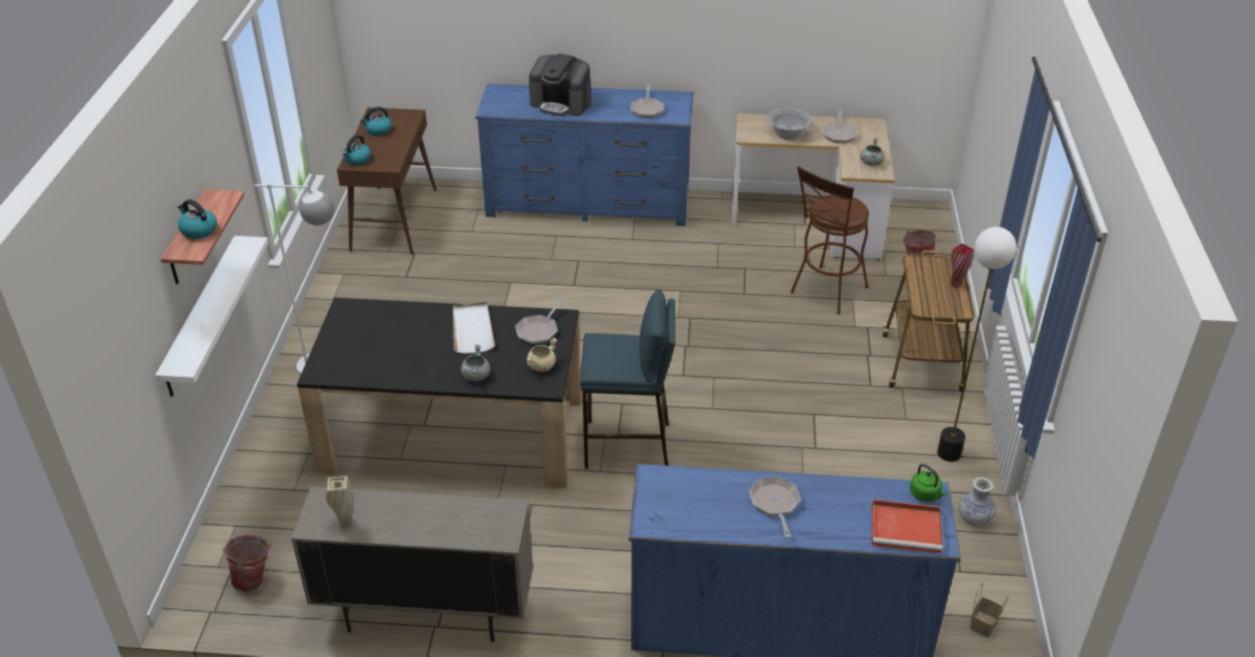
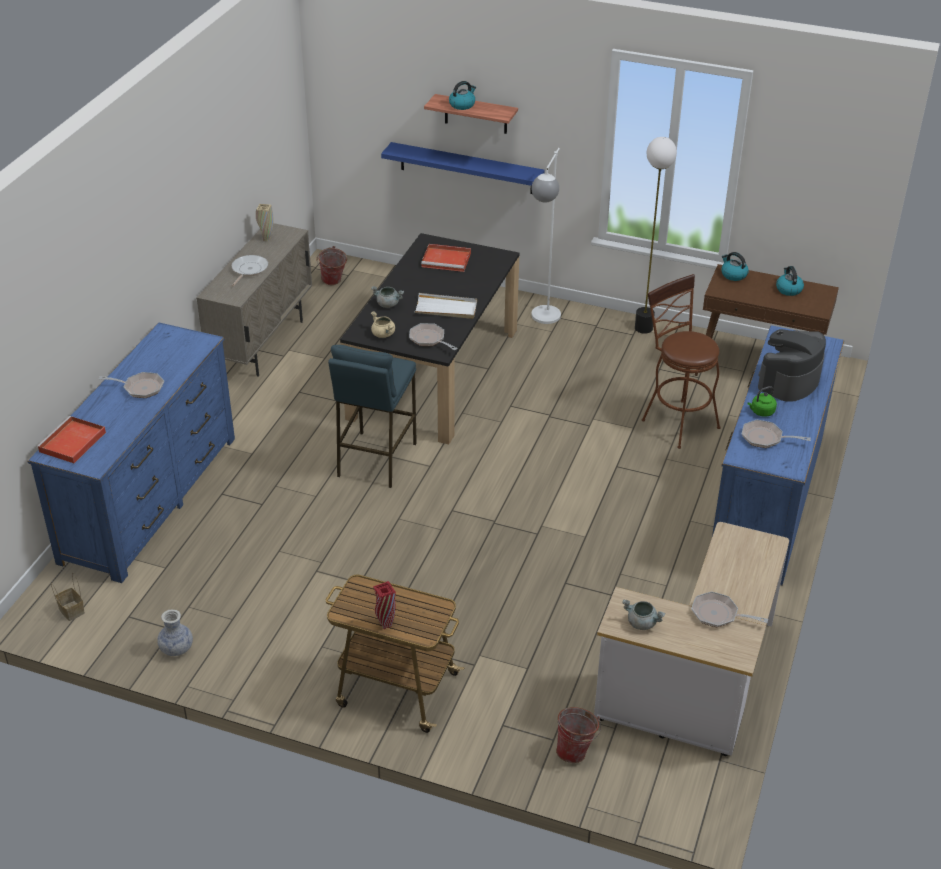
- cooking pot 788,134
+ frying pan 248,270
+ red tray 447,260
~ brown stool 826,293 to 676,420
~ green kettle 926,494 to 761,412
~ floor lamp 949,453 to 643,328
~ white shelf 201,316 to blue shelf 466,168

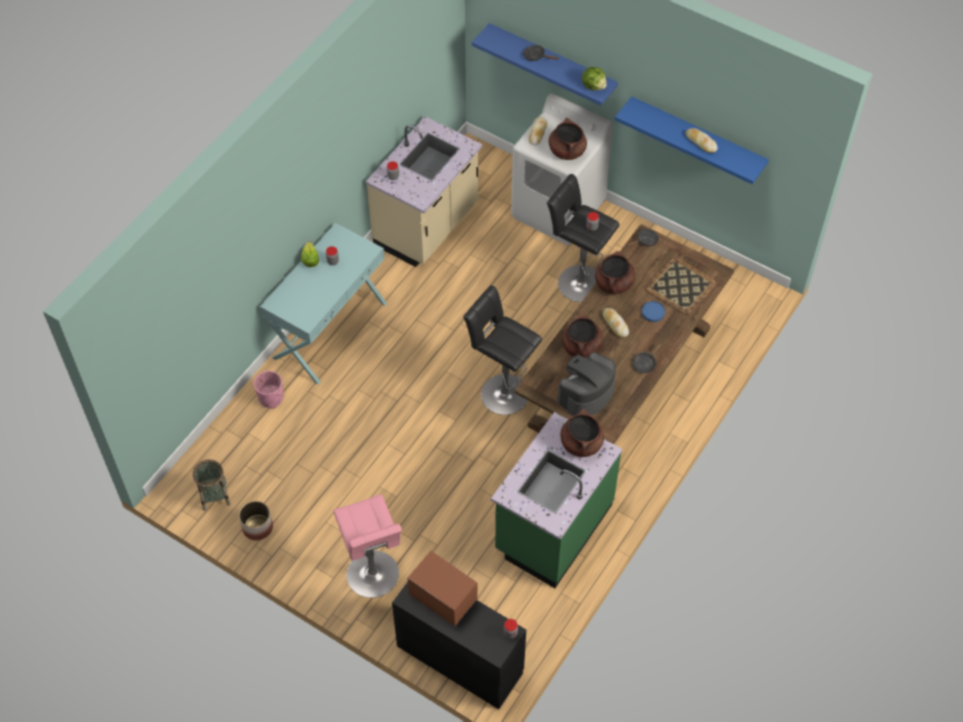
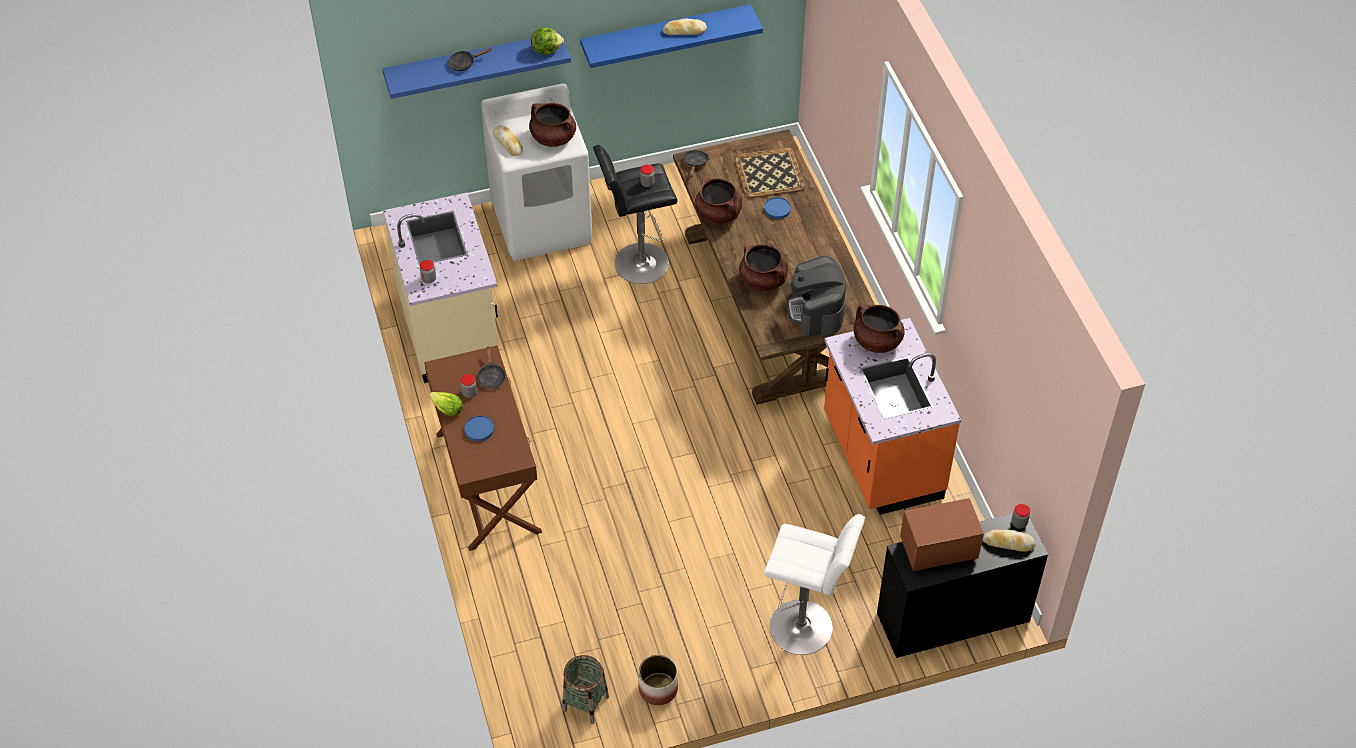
- pink planter 271,398
- black stool 501,392
+ blue plate 479,430
~ bread 615,324 to 1008,543
~ black frying pan 645,363 to 491,377
~ turquoise console table 329,330 to brown console table 487,482
~ pink stool 374,577 to white stool 806,628
~ green counter 552,528 to orange counter 880,458

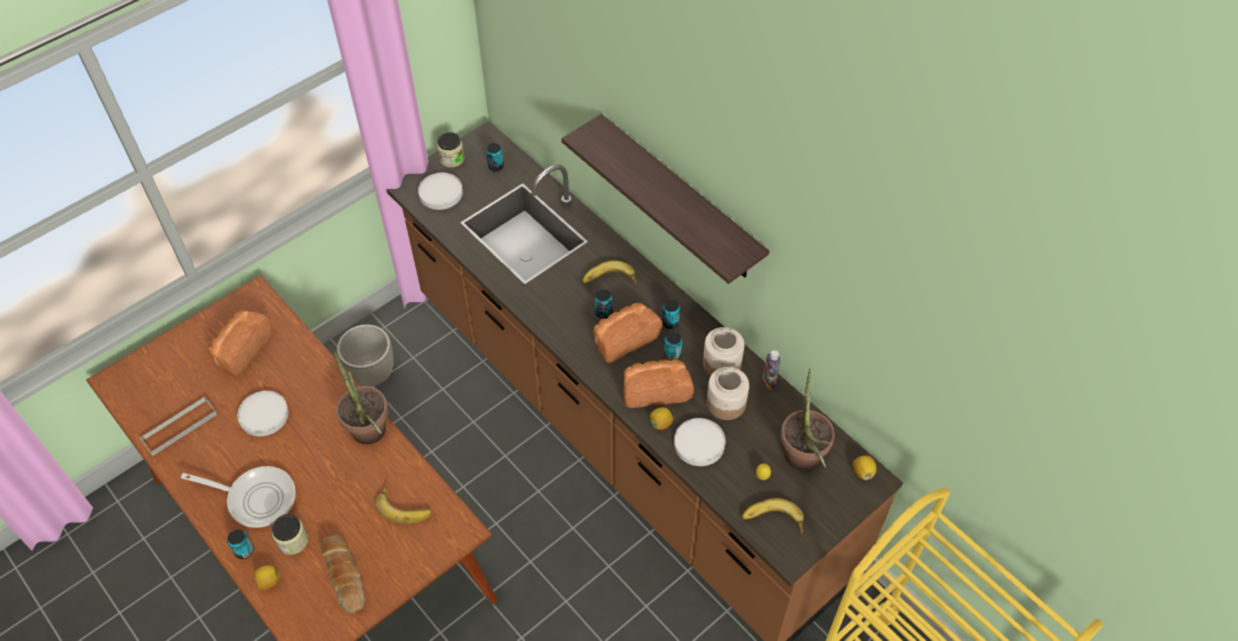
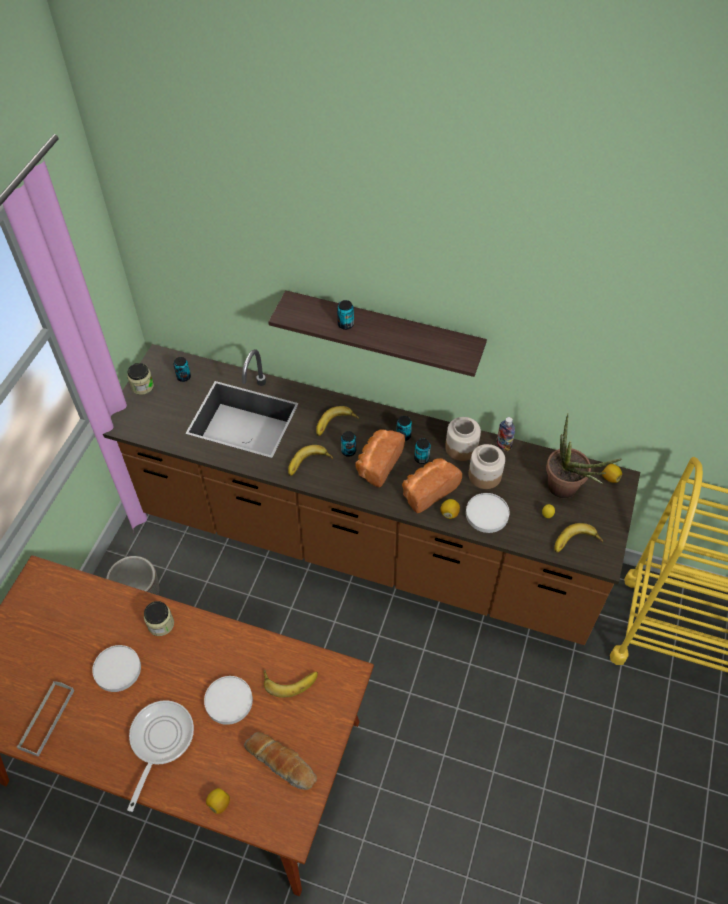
- bread 241,349
- potted plant 371,436
+ banana 309,465
~ can 244,551 to 345,324
~ jar 293,541 to 161,624
~ white plate 441,193 to 229,700
~ frying pan 257,498 = 160,741 60 degrees counterclockwise

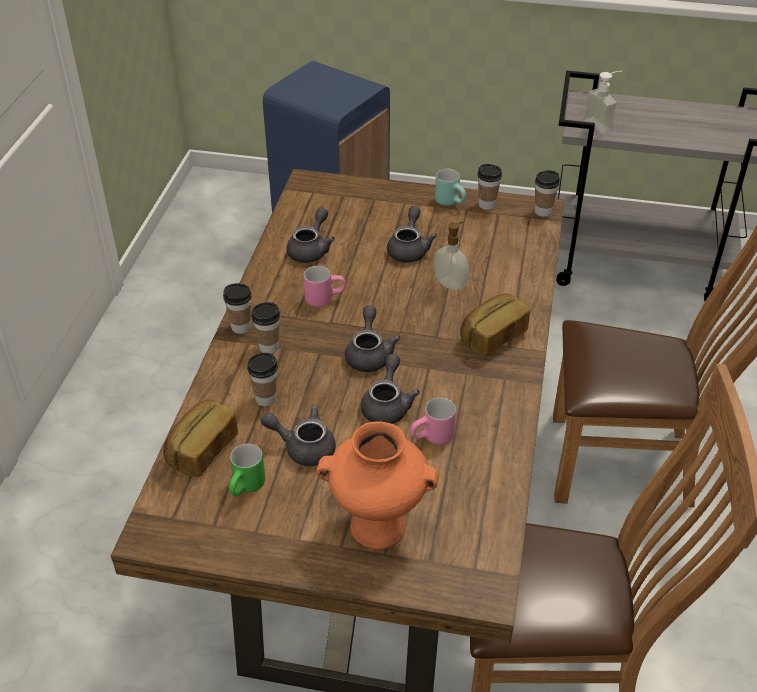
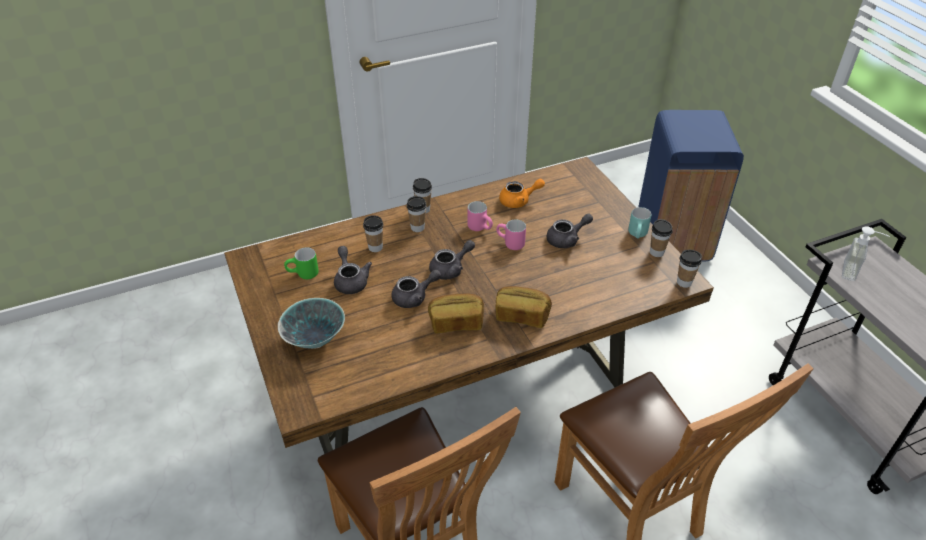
- soap dispenser 451,283
~ bread 201,450 to 456,322
~ pink mug 433,439 to 509,244
~ orange vase 379,525 to bowl 315,339
~ grey teapot 311,249 to orange teapot 519,201

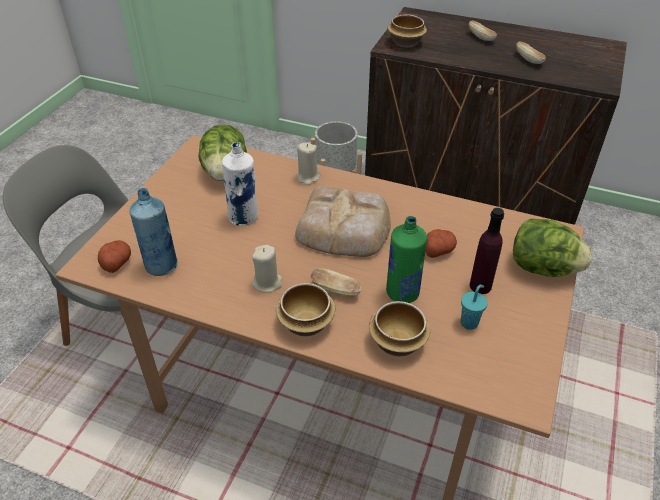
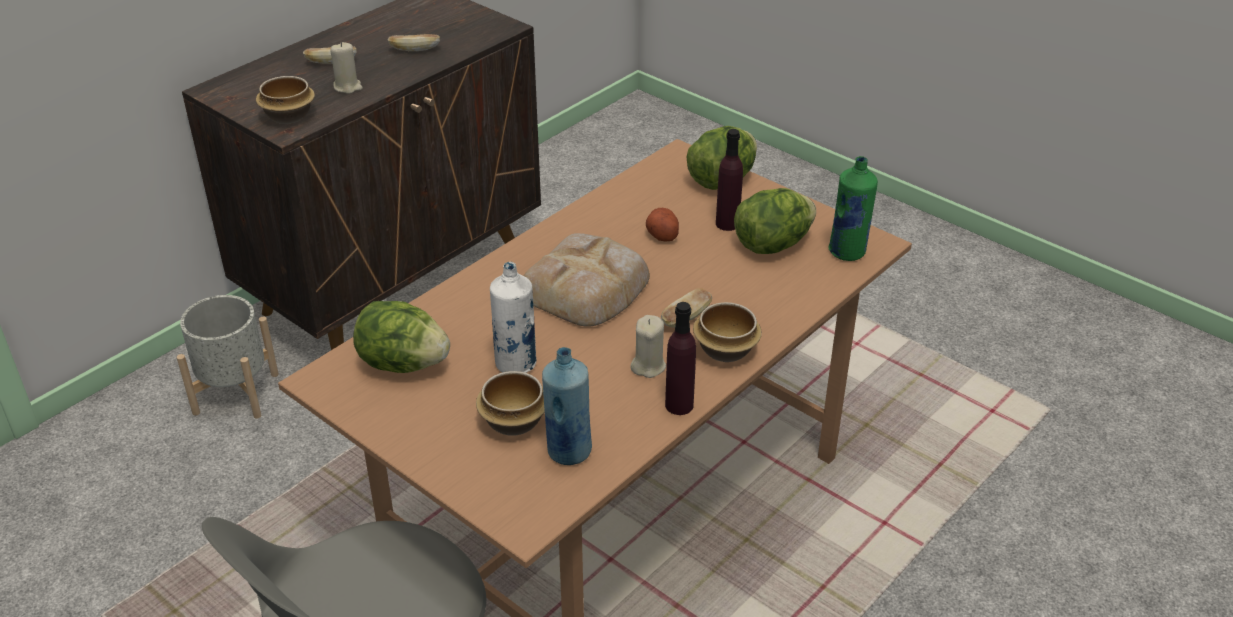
- potato 116,263
+ purple bottle 679,405
~ beige candle 308,177 to 348,87
~ bowl 396,342 to 512,422
~ green bottle 402,293 to 847,252
~ turquoise cup 469,322 to lettuce 772,245

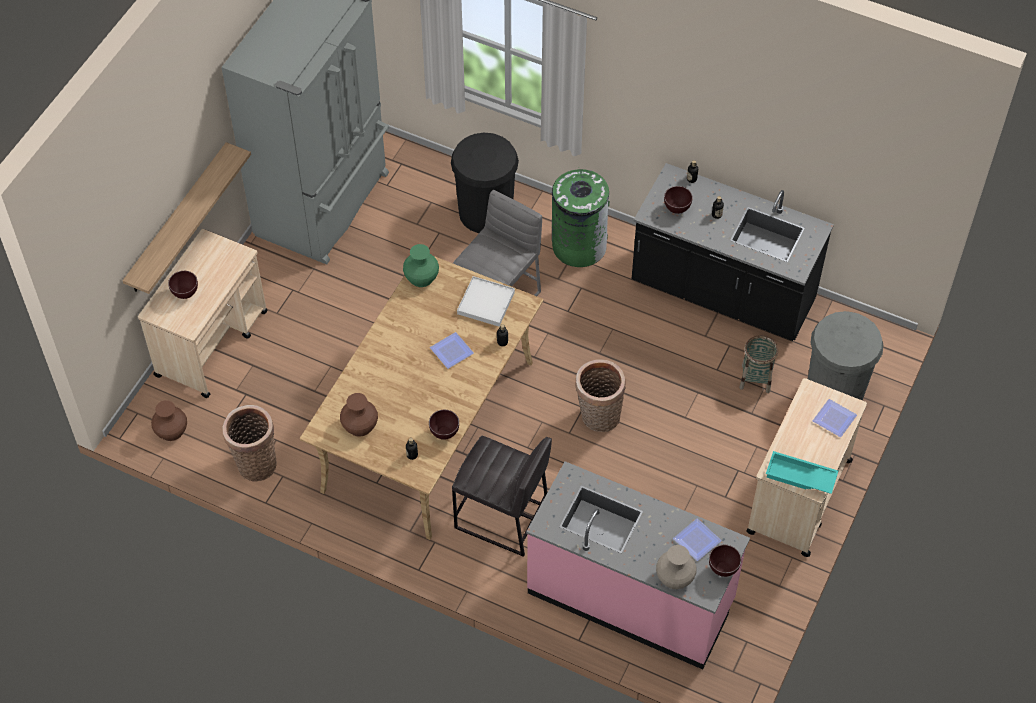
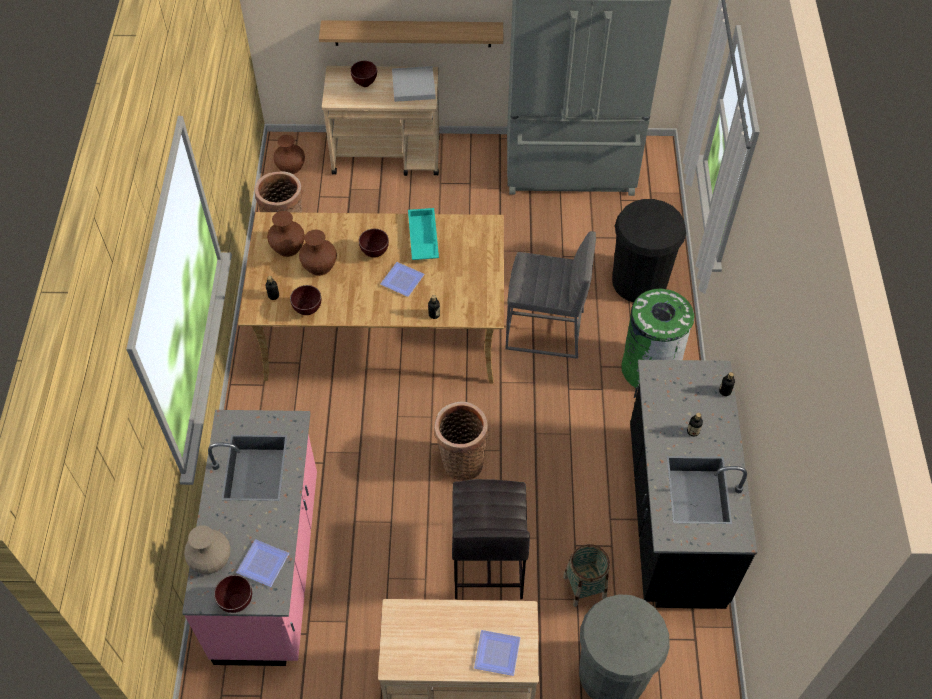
- green vase 421,277
+ brown vase 319,265
~ grey stool 502,518 to 487,561
~ white tray 486,303 to 413,86
~ brown bowl 676,209 to 375,253
~ turquoise tray 800,477 to 422,238

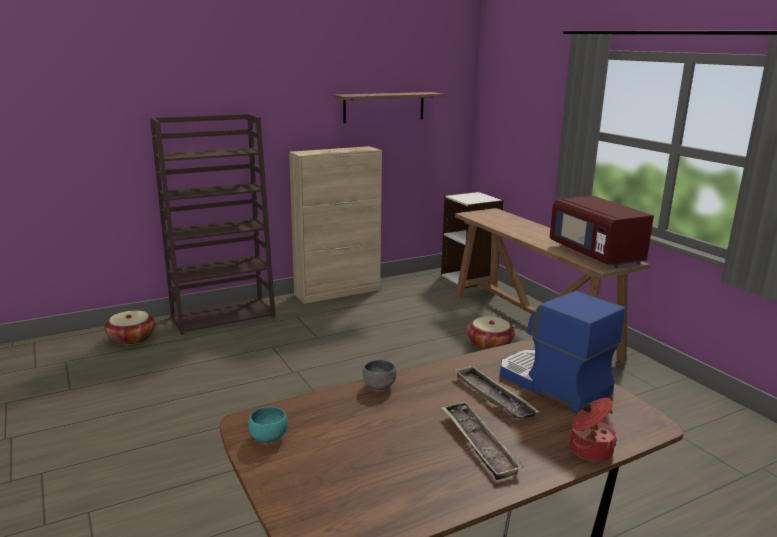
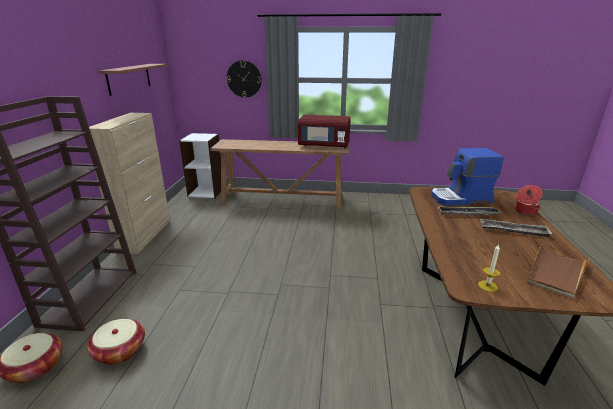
- grey bowl 378,386
+ wall clock 244,79
+ brown tray 556,272
~ basket 489,344 to 120,351
~ turquoise bowl 269,437 to candle 487,286

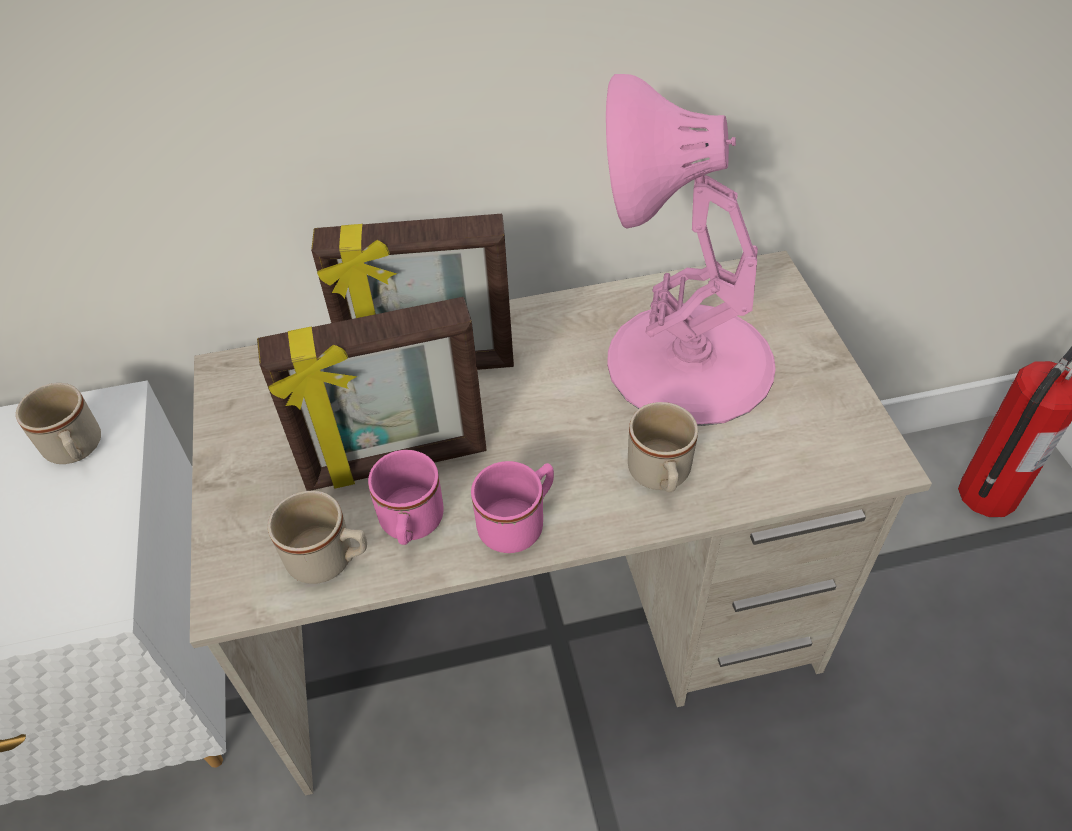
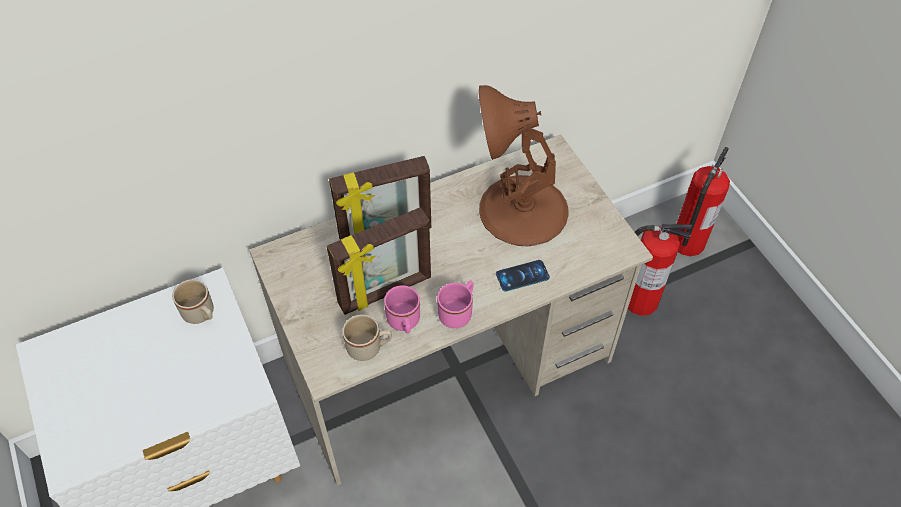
+ fire extinguisher 640,300
~ beige mug 660,477 to phone 522,276
~ pink table lamp 685,361 to brown table lamp 521,210

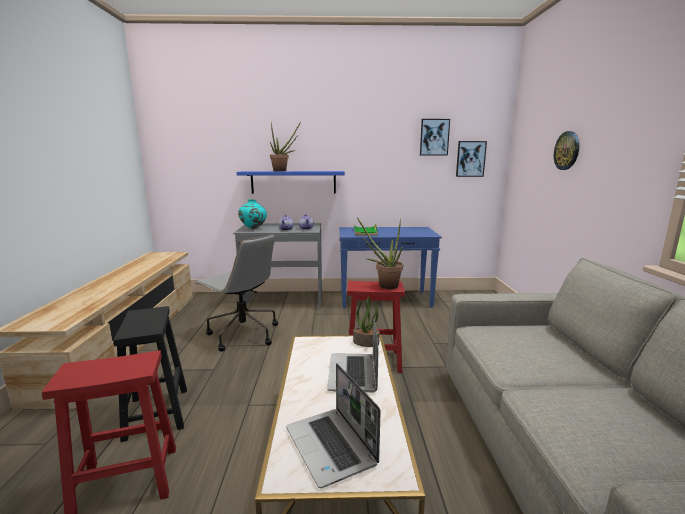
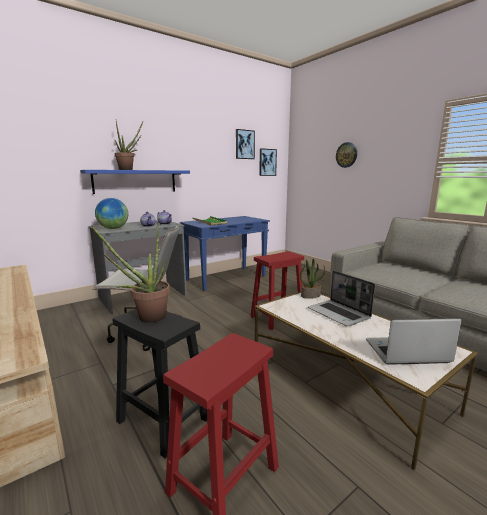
~ potted plant 384,286 to 146,318
~ turquoise vase 253,229 to globe 113,228
~ laptop 332,447 = 406,352 150 degrees clockwise

